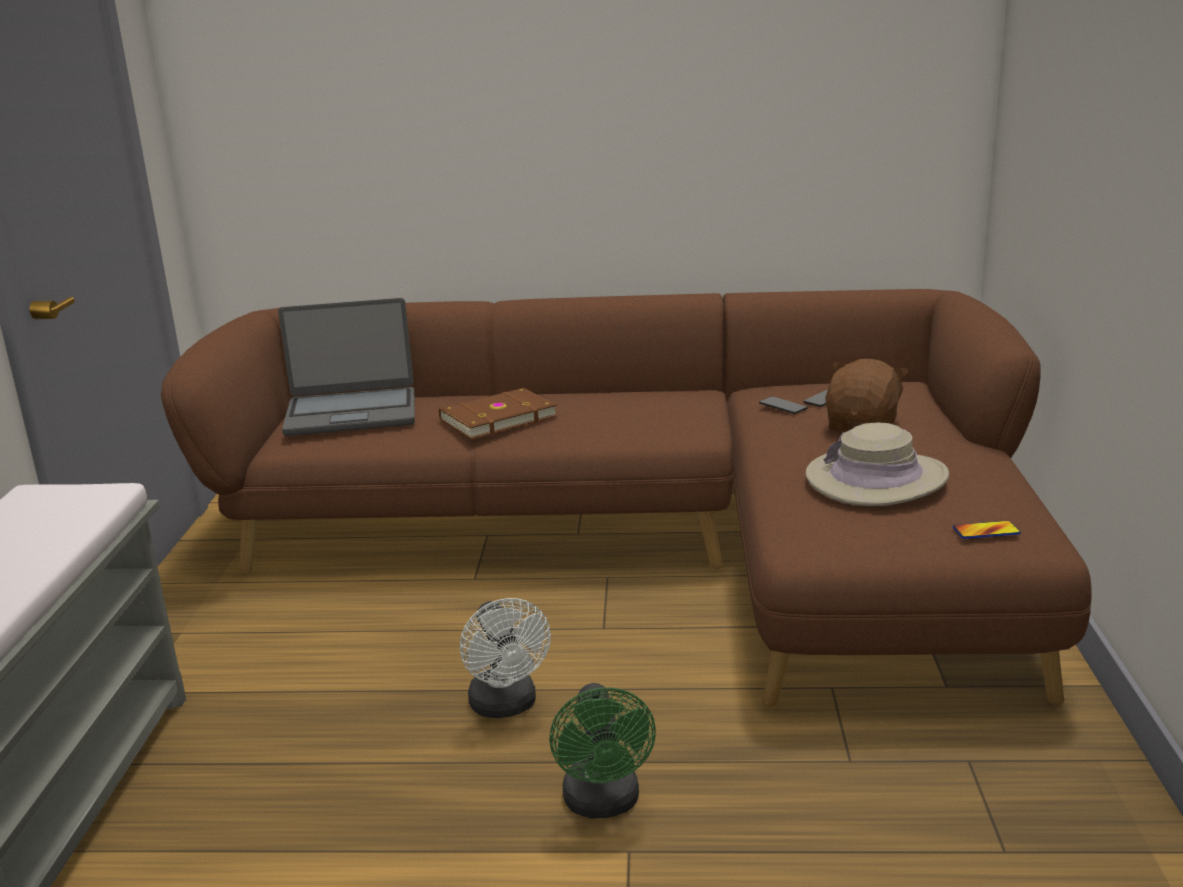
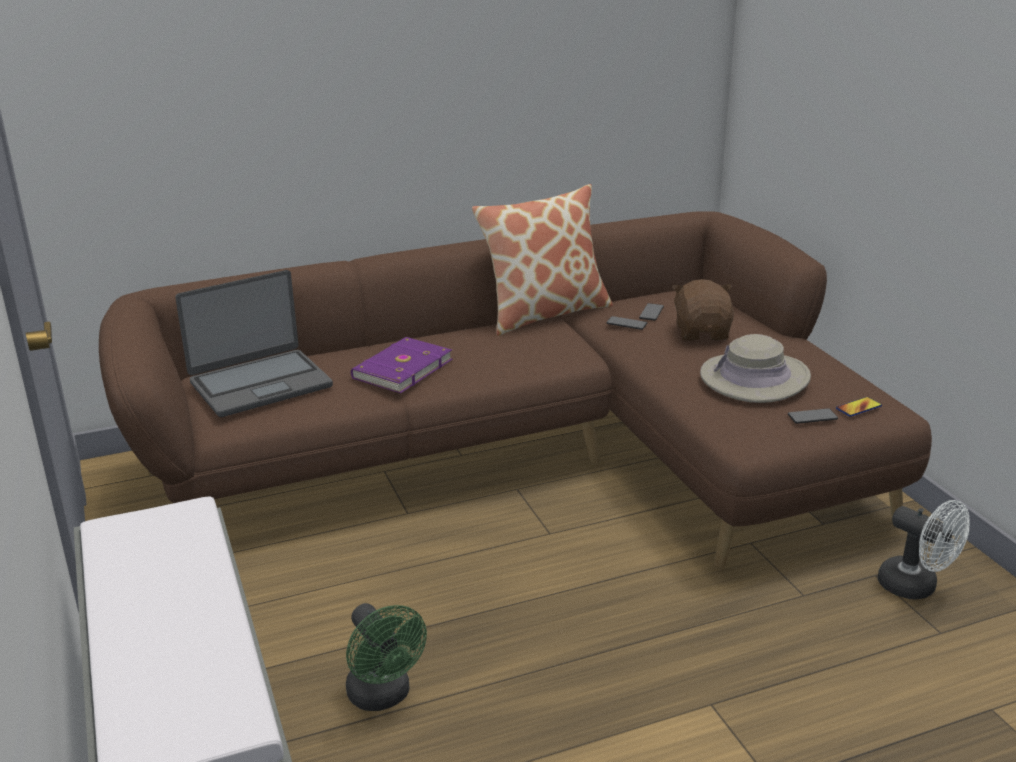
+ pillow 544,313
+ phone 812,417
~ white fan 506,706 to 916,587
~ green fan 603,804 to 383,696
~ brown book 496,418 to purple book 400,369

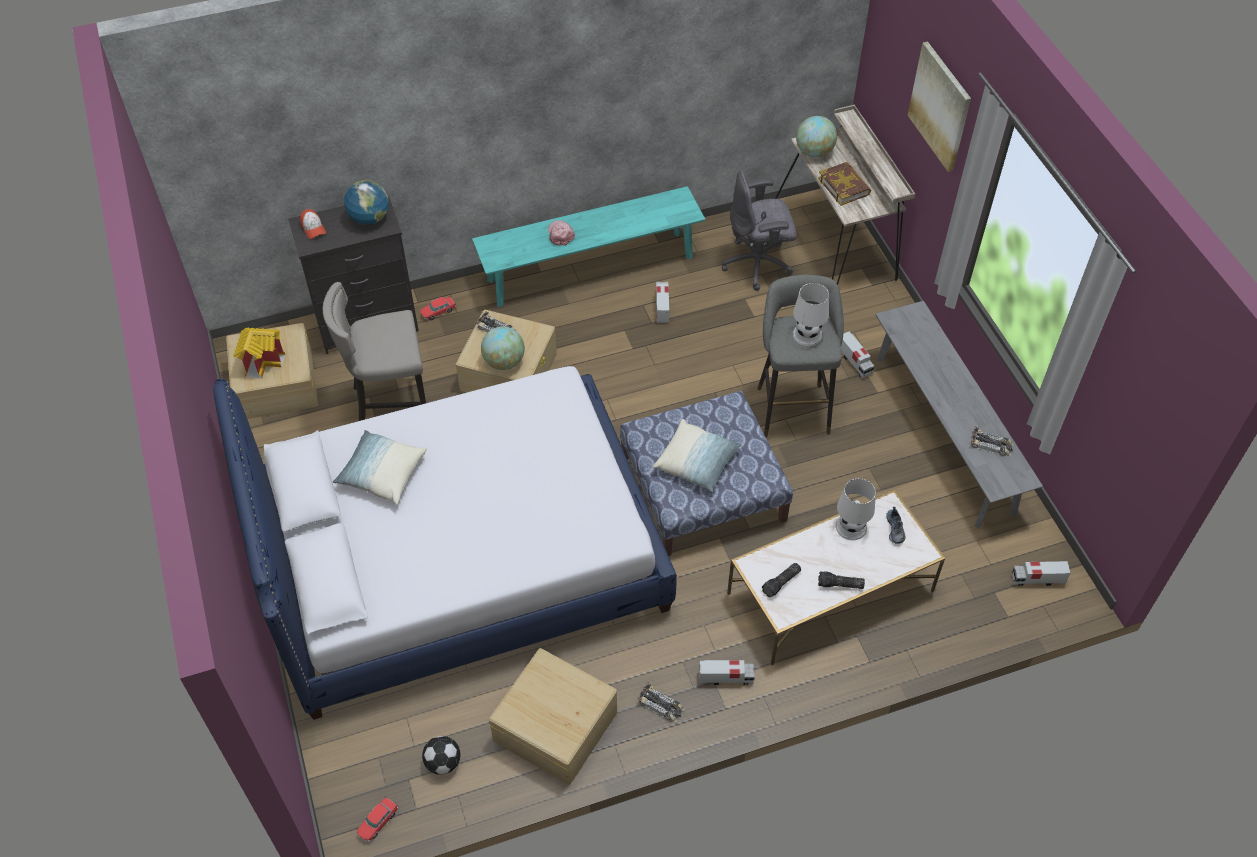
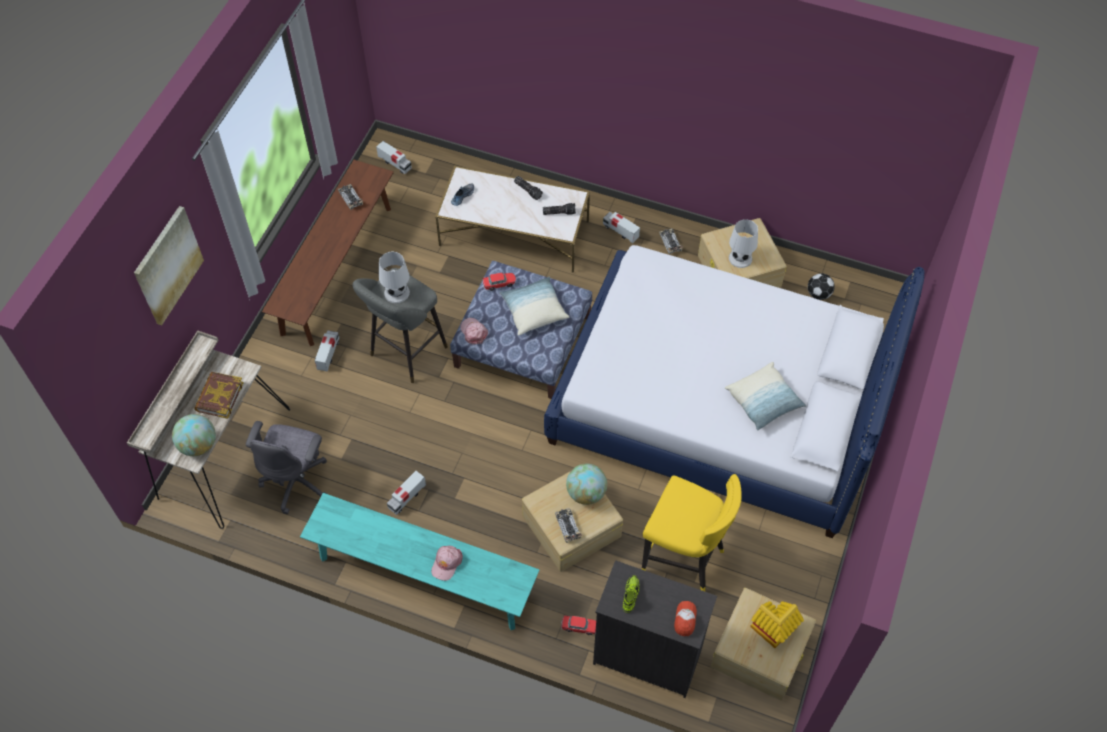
+ pink cap 473,332
~ toy car 378,822 to 499,284
~ white table lamp 851,526 to 740,258
~ globe 369,218 to shoe 630,595
~ grey stool 391,407 to yellow stool 684,559
~ grey bench 943,434 to brown bench 337,269
~ grey office chair 758,264 = 297,481 75 degrees clockwise

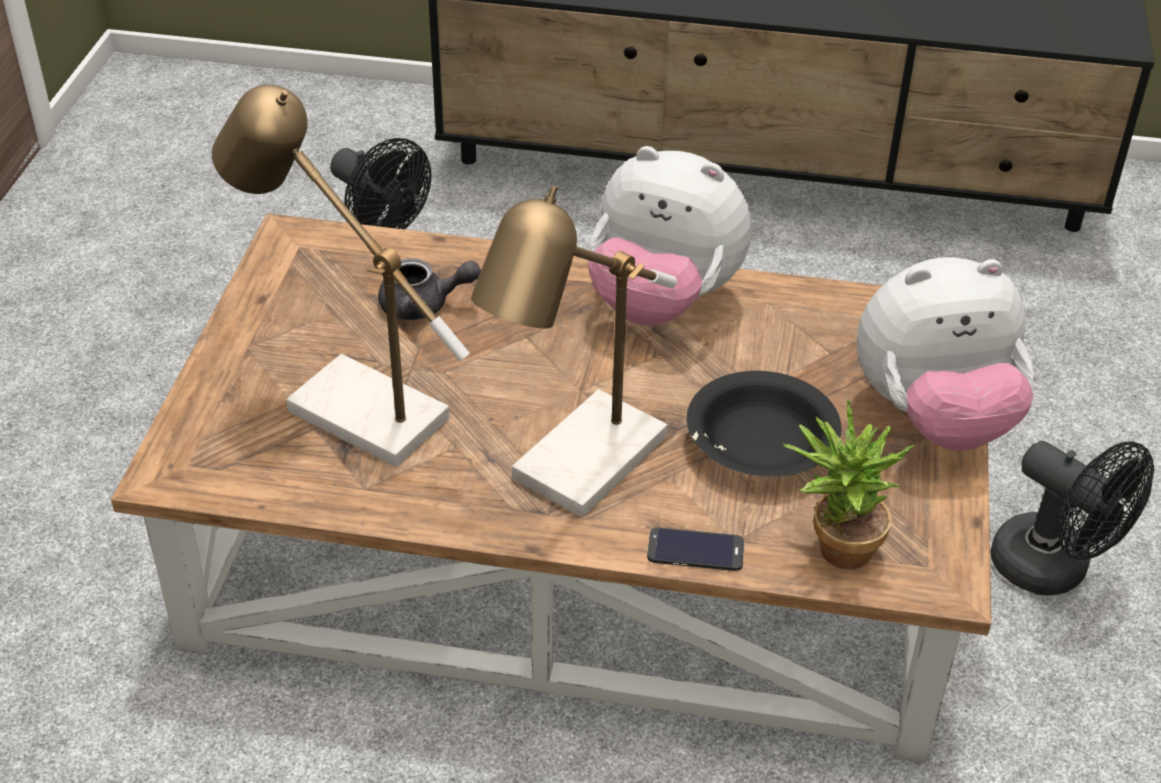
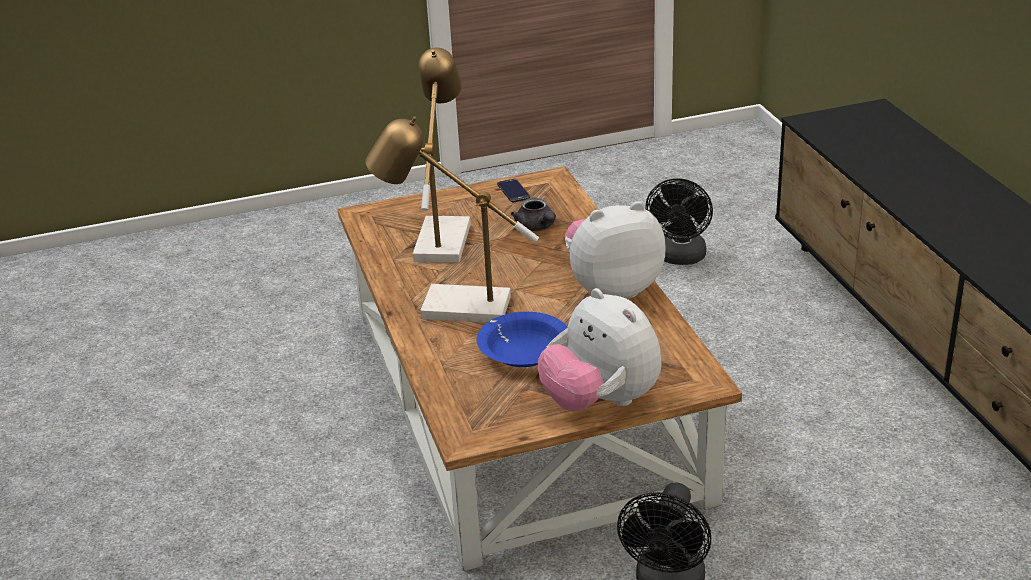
- potted plant 834,548
~ phone 695,550 to 513,191
~ black bowl 760,443 to blue bowl 524,352
~ plush toy 662,302 = 612,289 75 degrees clockwise

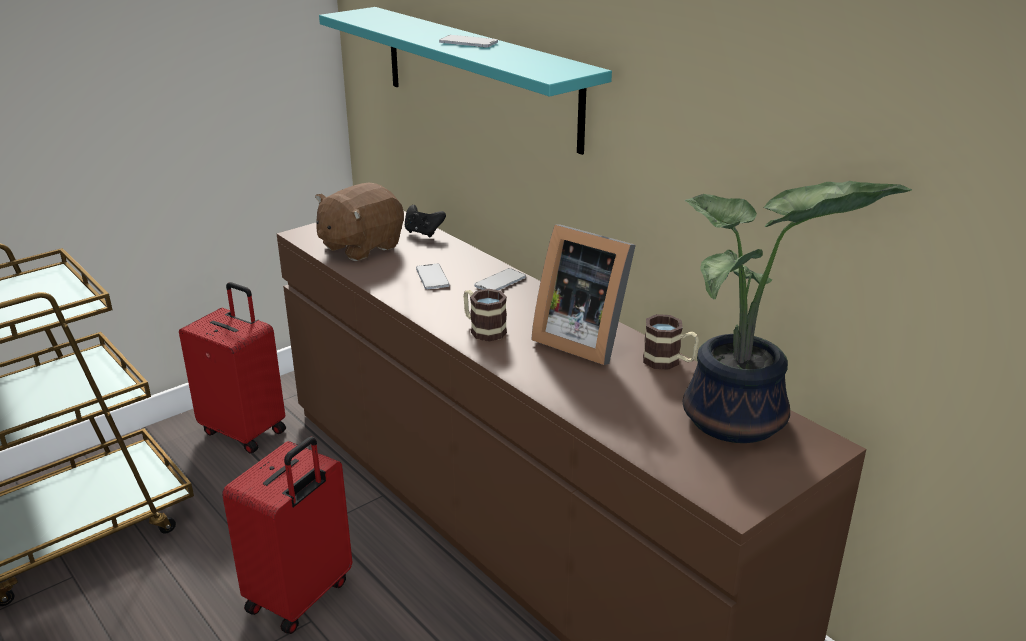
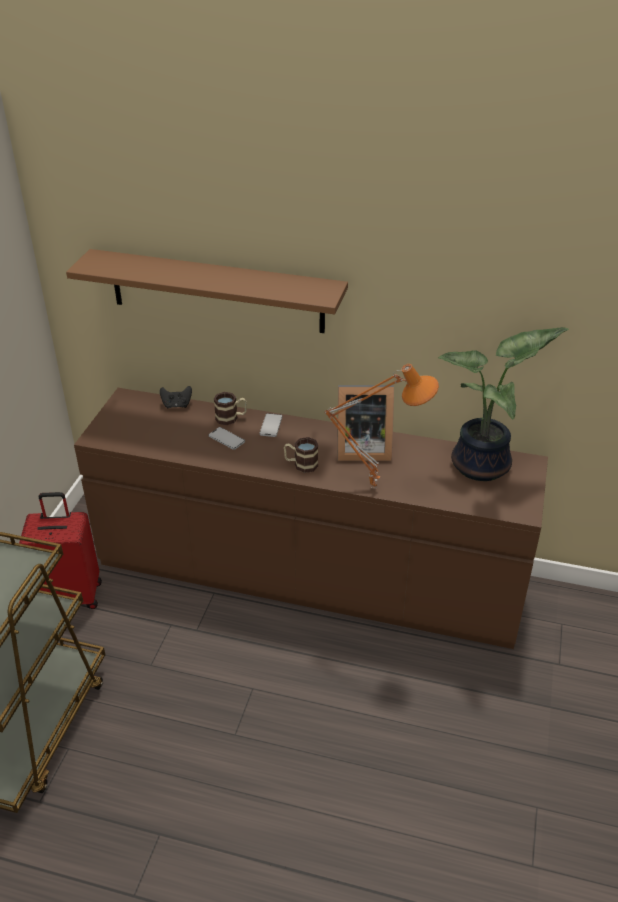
- red suitcase 301,596
- brown plush toy 360,246
- phone 468,43
+ orange table lamp 374,486
~ mug 669,362 to 231,418
~ turquoise shelf 478,76 to brown shelf 216,291

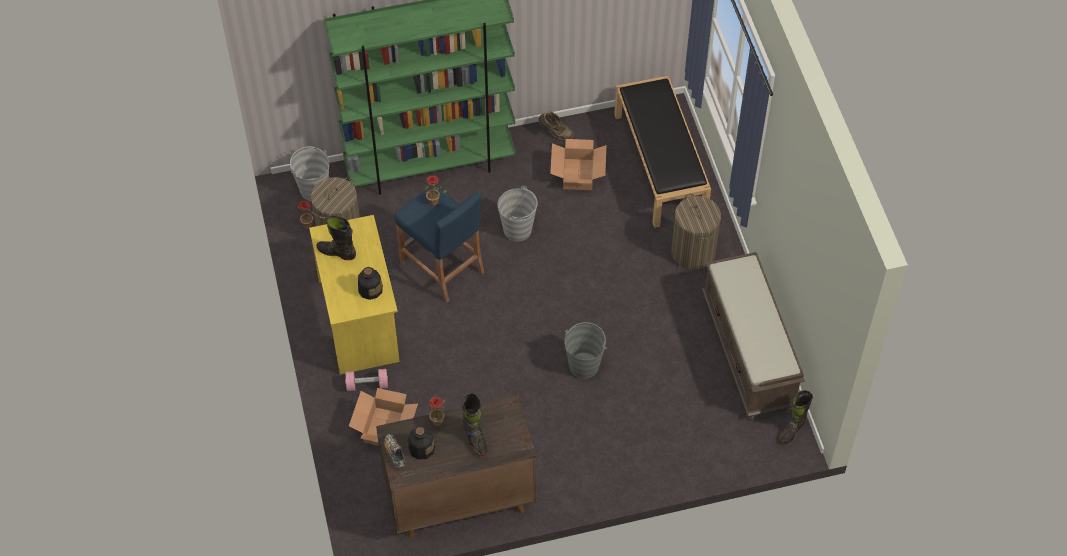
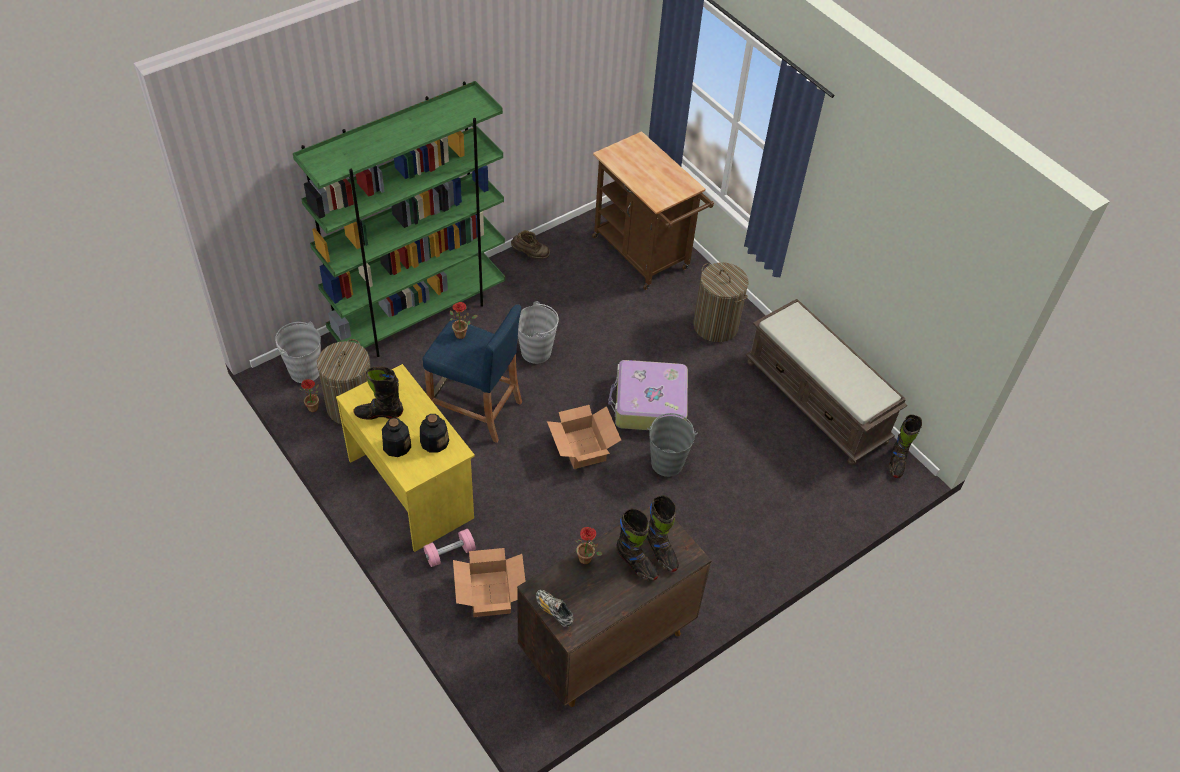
+ suitcase 649,404
+ black boot 661,552
~ bottle 421,448 to 396,445
~ cardboard box 578,174 to 583,447
~ black bench 660,165 to brown cart 644,257

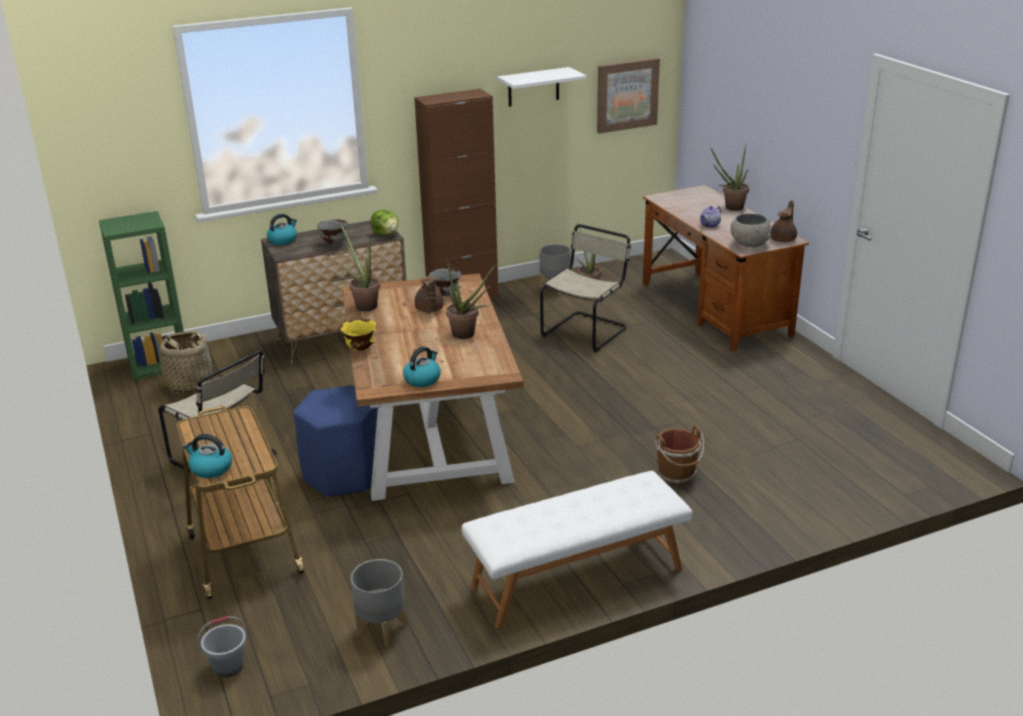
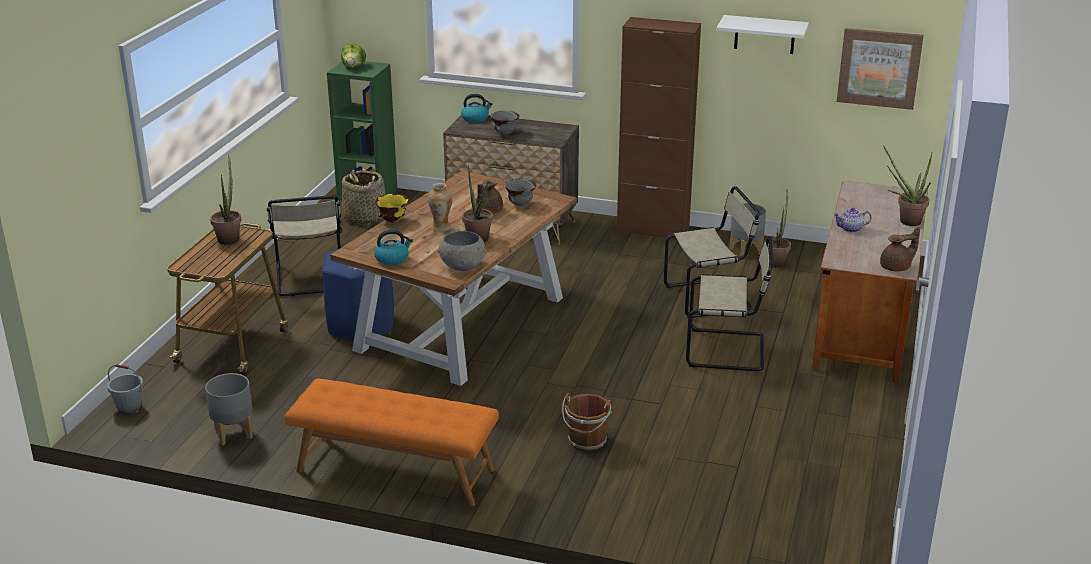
- kettle 210,469
+ vase 441,228
+ beige chair 729,350
~ potted plant 364,305 to 229,238
~ lettuce 386,234 to 354,67
~ grey bowl 749,244 to 462,266
~ white bench 577,578 to orange bench 394,471

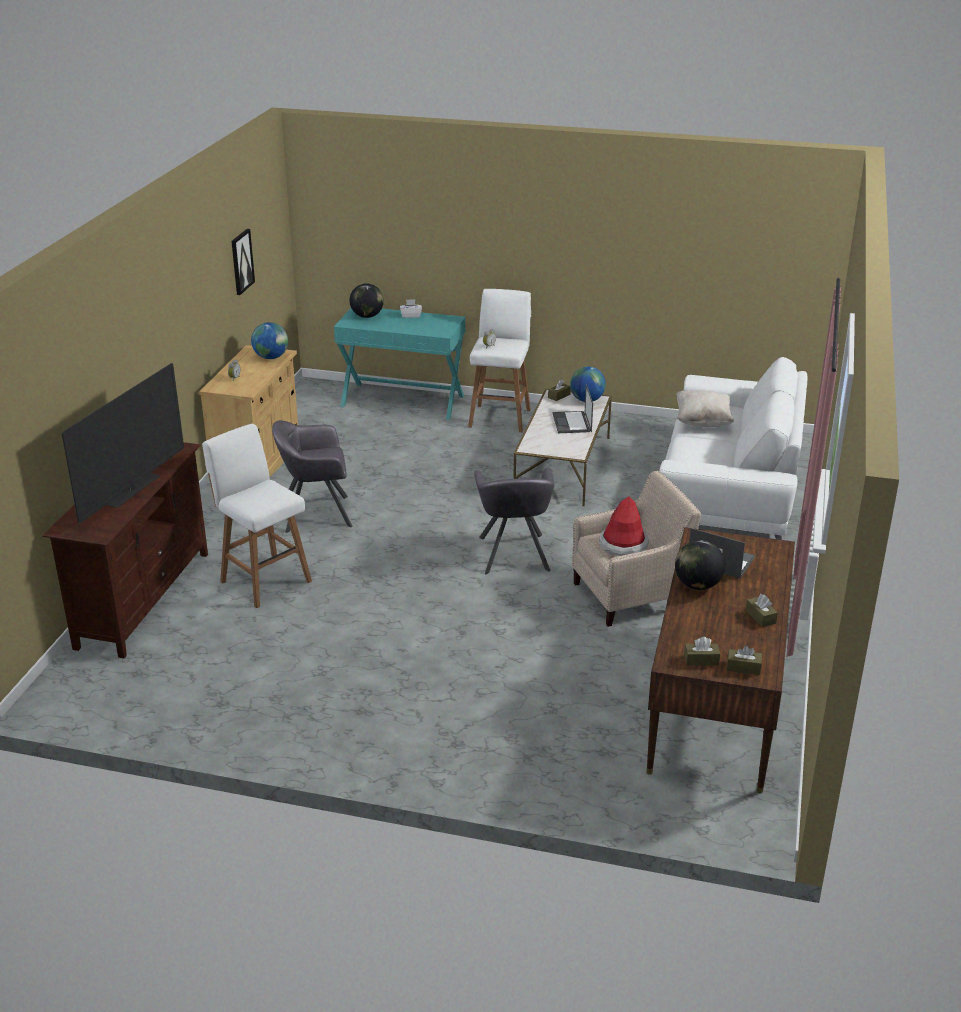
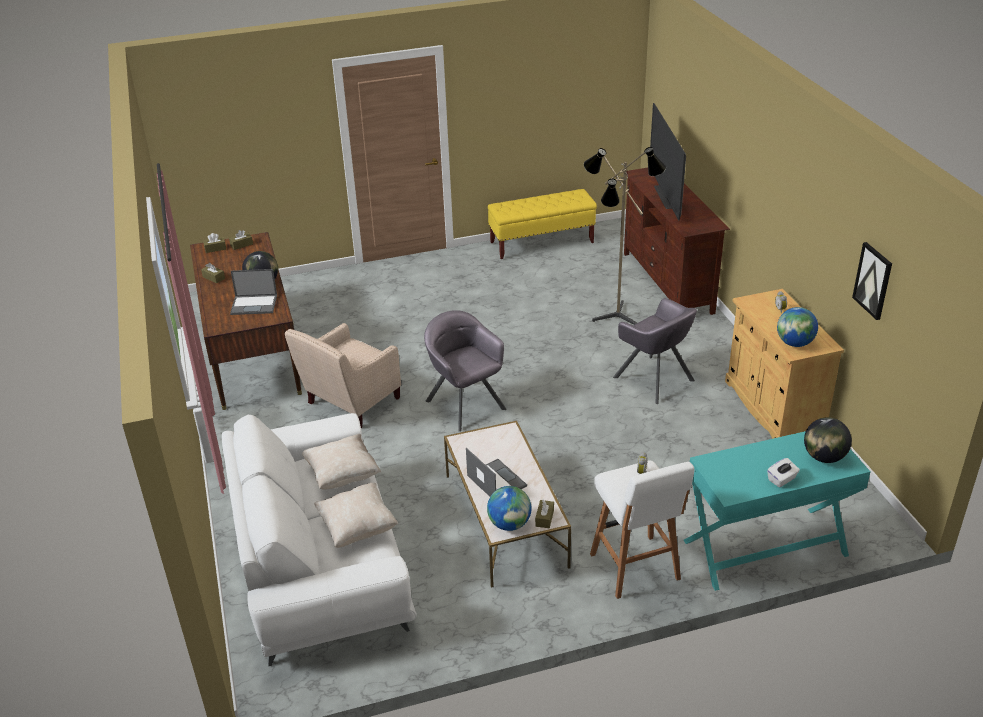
- hat 623,545
+ beige pillow 342,475
+ yellow bench 542,243
~ white stool 264,580 to floor lamp 614,319
~ grey armchair 316,513 = 654,379 90 degrees clockwise

